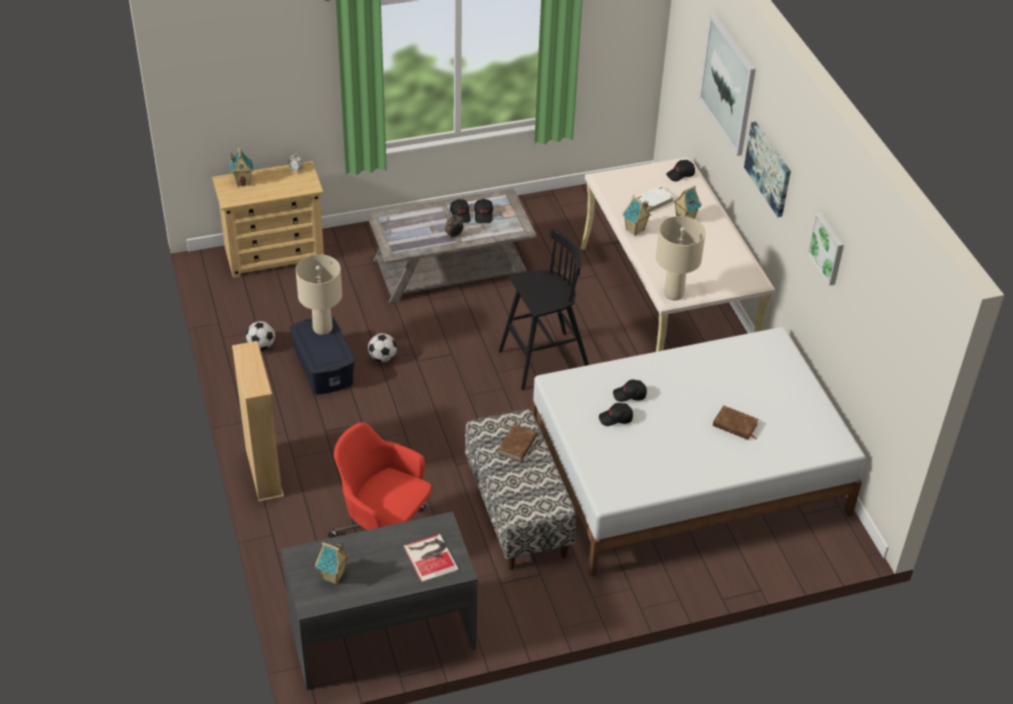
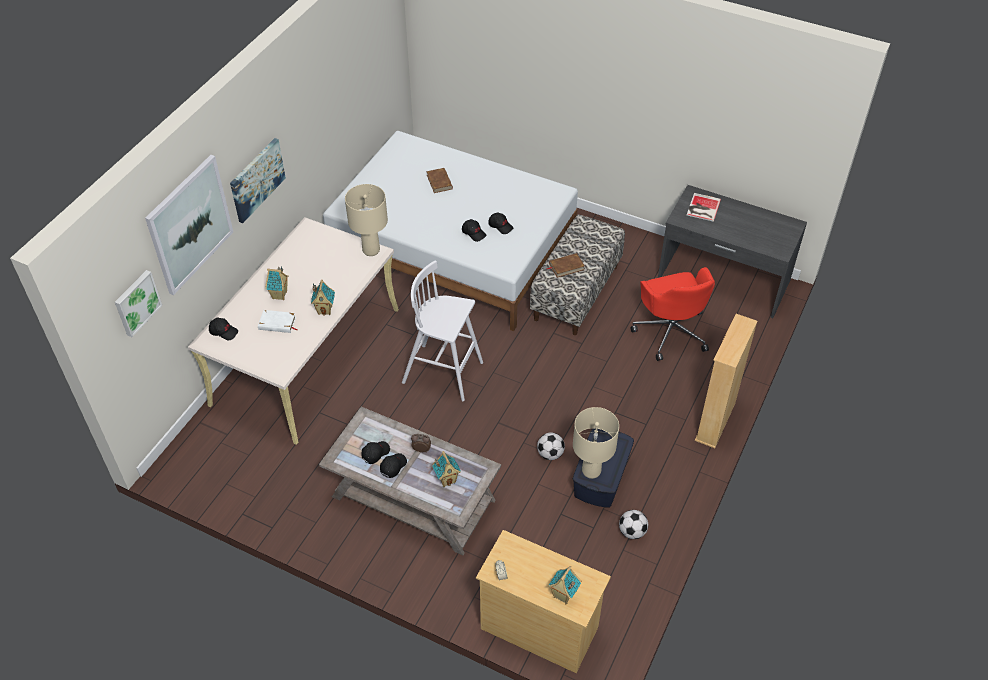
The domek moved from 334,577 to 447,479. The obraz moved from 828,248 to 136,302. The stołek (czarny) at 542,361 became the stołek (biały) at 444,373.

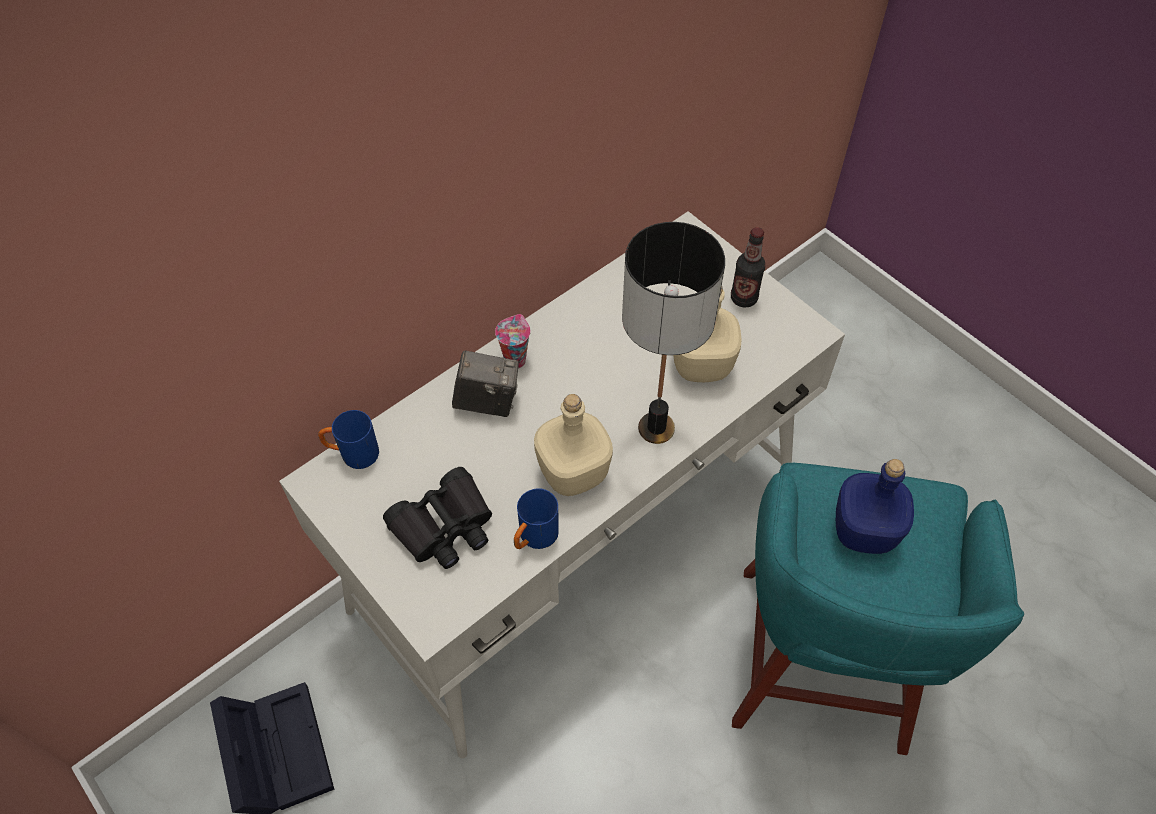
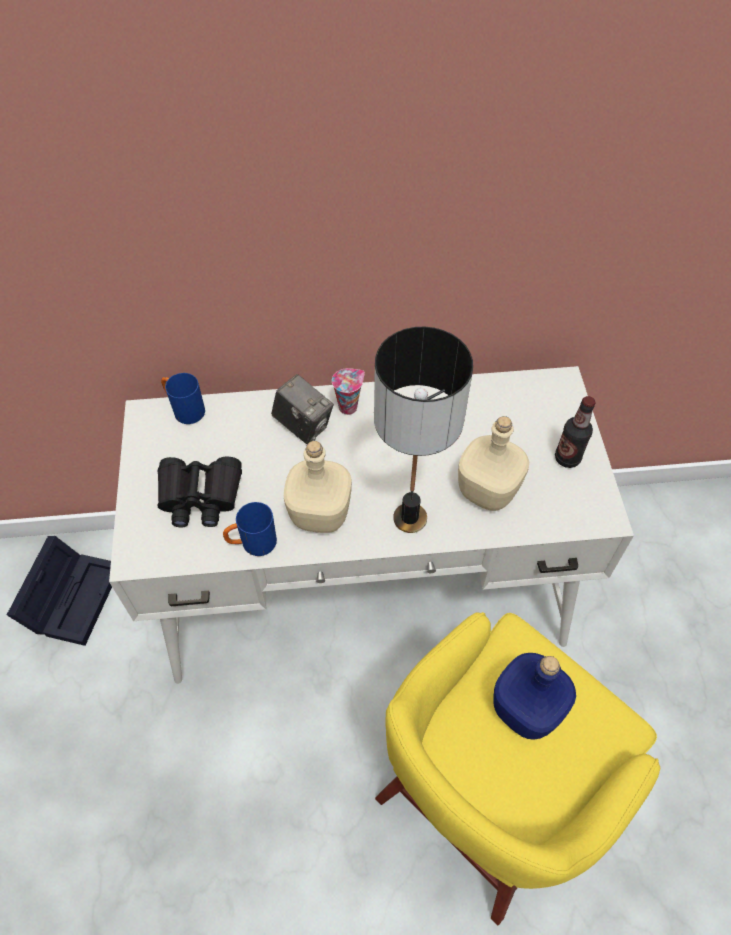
The stołek (turkusowy) at 820,665 became the stołek (żółty) at 480,802.

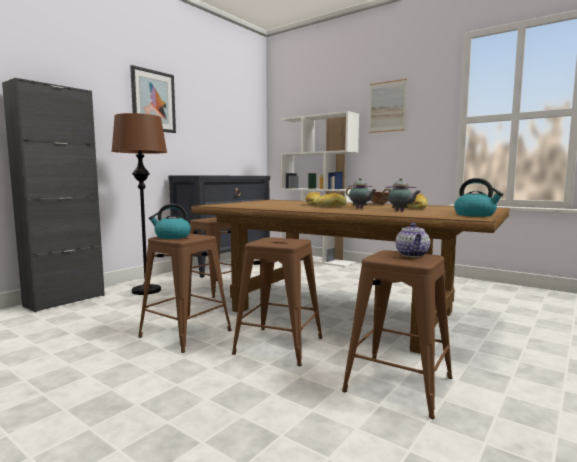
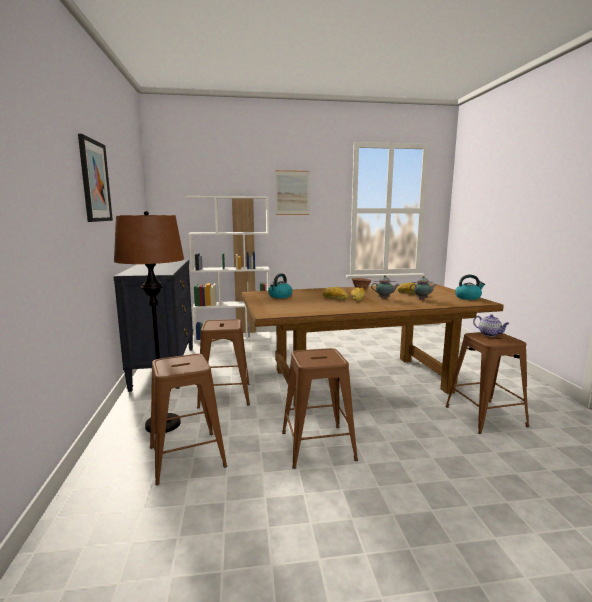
The szafka (czarny) at 65,300 disappeared. The czajnik moved from 172,237 to 280,296. The stołek (brązowy) moved from 279,345 to 187,456.

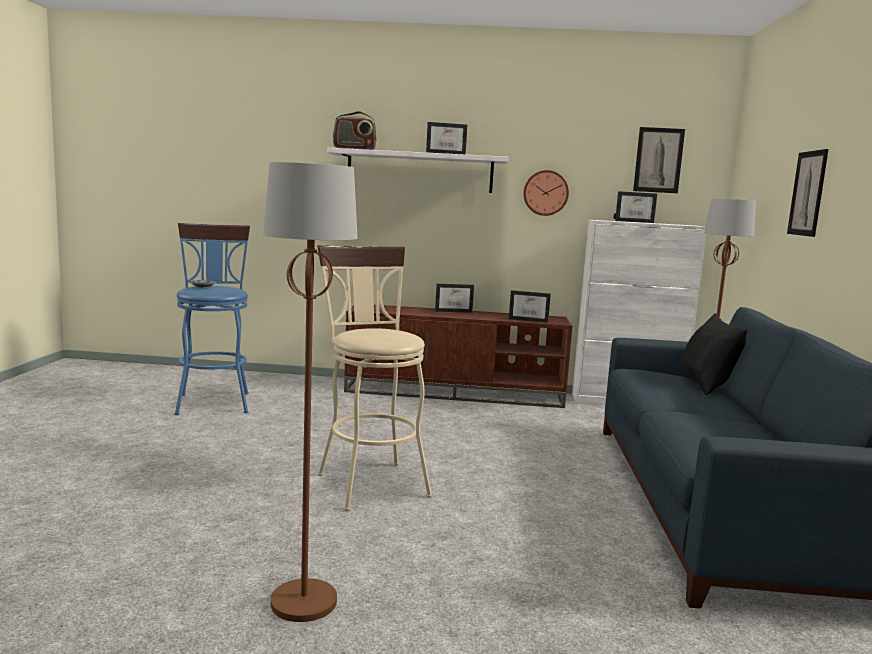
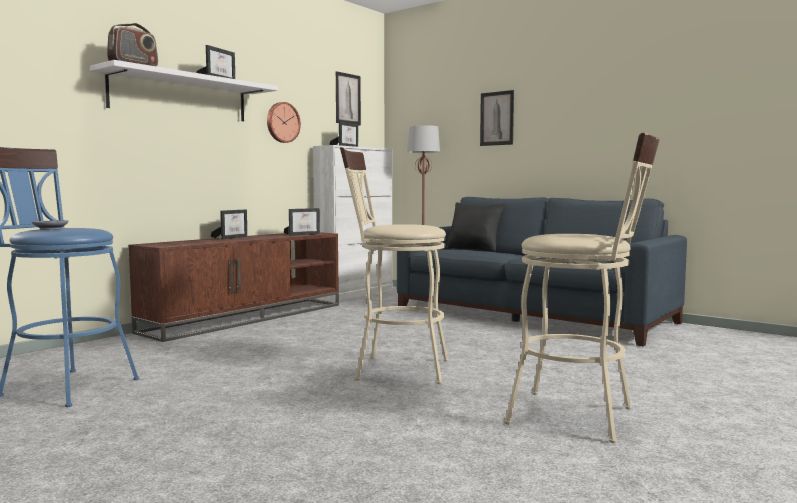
The lampa stojąca (brązowy) at 303,602 was replaced by the stołek (beżowy) at 582,417.

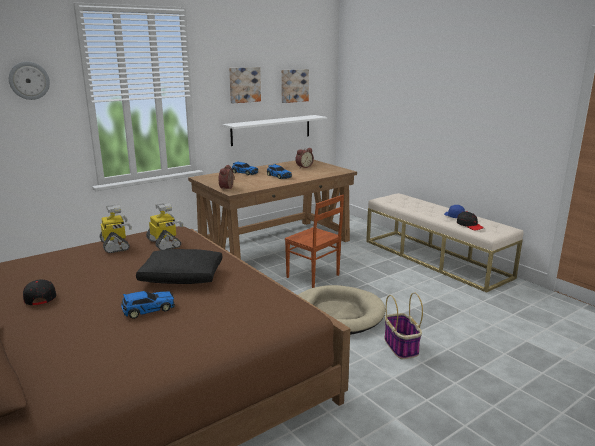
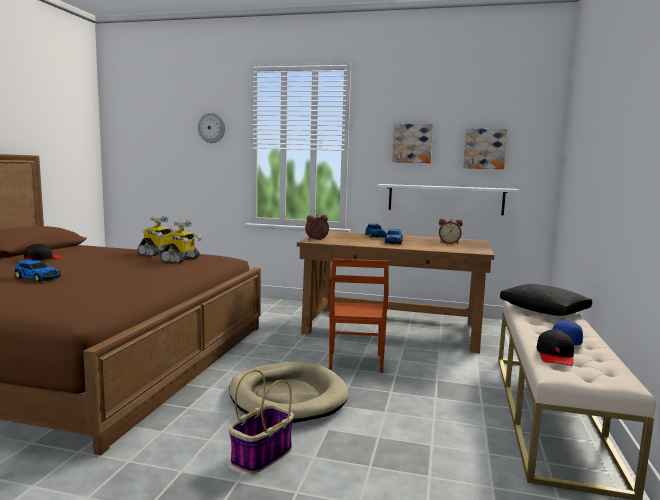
The poduszka (czarny) moved from 182,277 to 544,310.

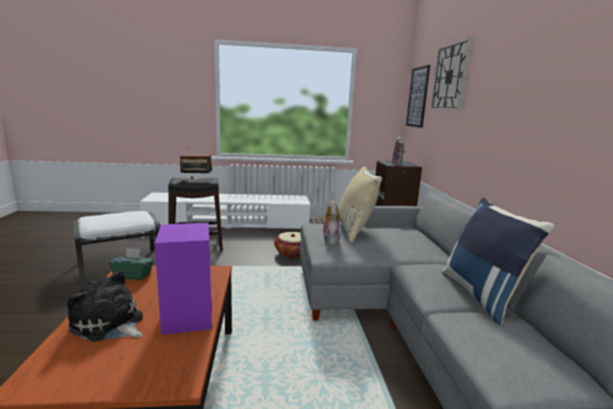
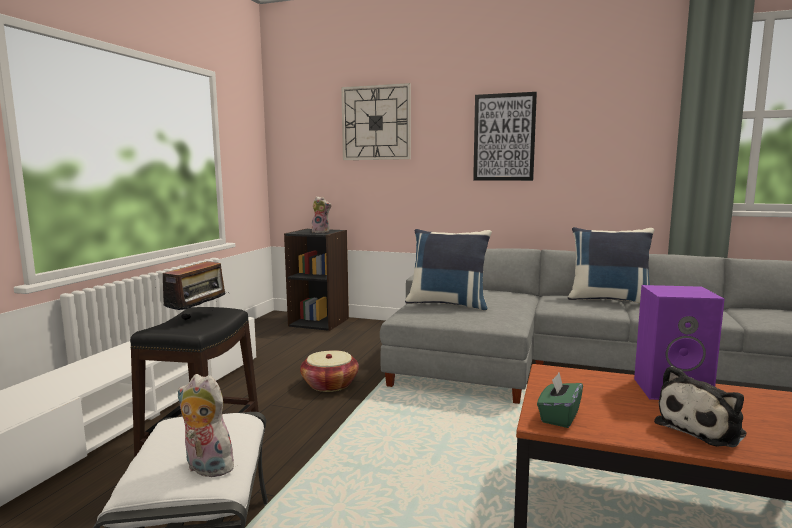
The pluszak moved from 329,241 to 206,468. The obraz moved from 418,97 to 504,137. The poduszka (beżowy) at 355,231 became the poduszka (niebieski) at 448,304.

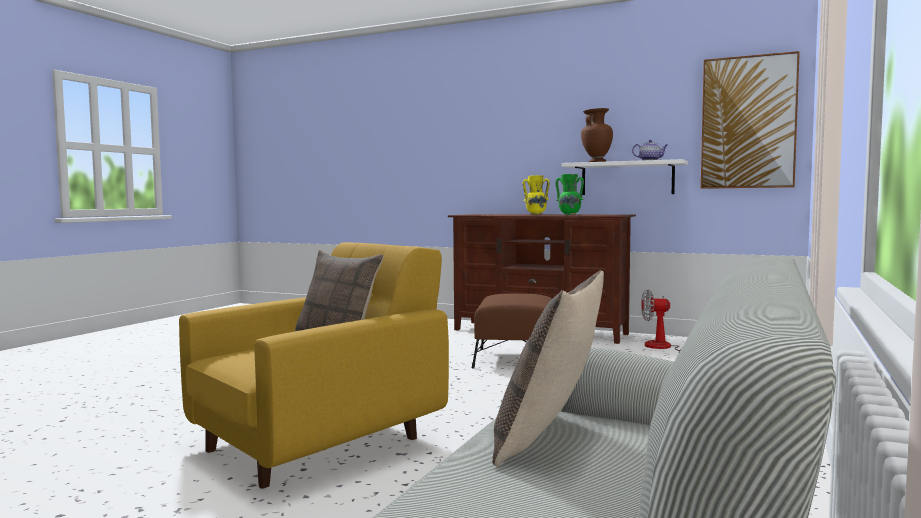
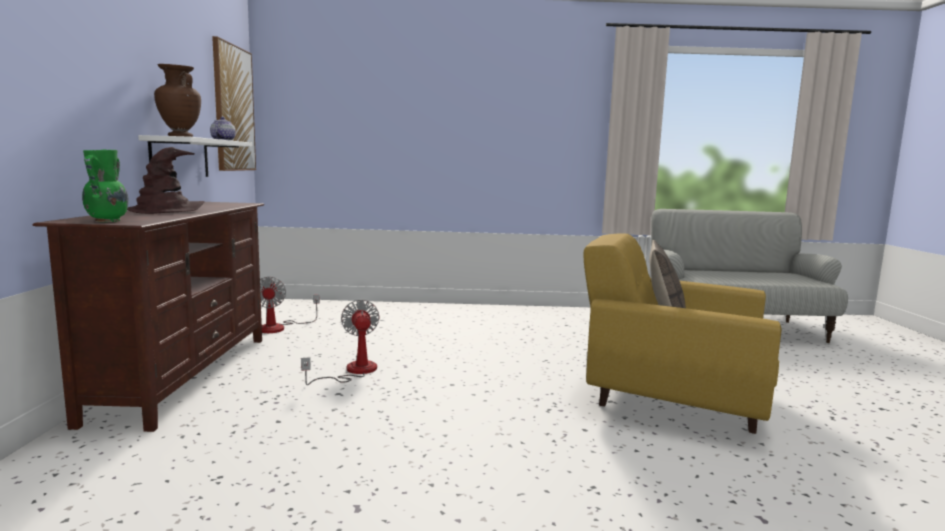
The poduszka at 550,439 disappeared. The wazon (zielony) moved from 569,215 to 107,221. The pufa (brązowy) at 517,359 was replaced by the wentylator at 352,371. The wazon (żółty) at 535,214 was replaced by the kapelusz (brązowy) at 166,211.

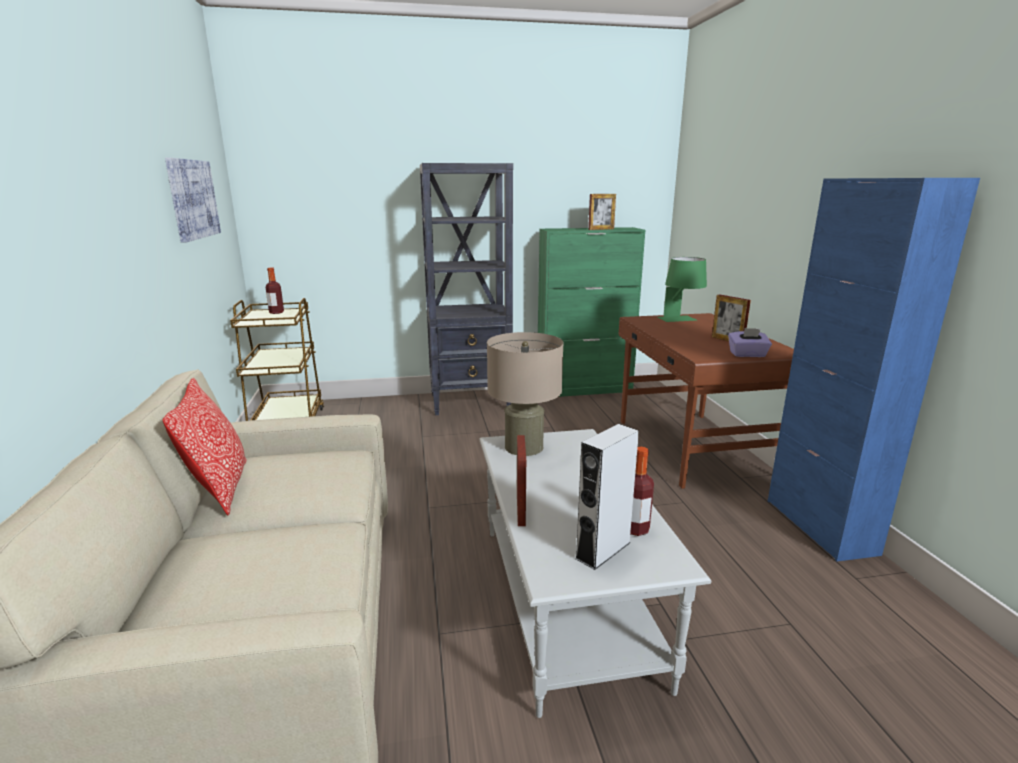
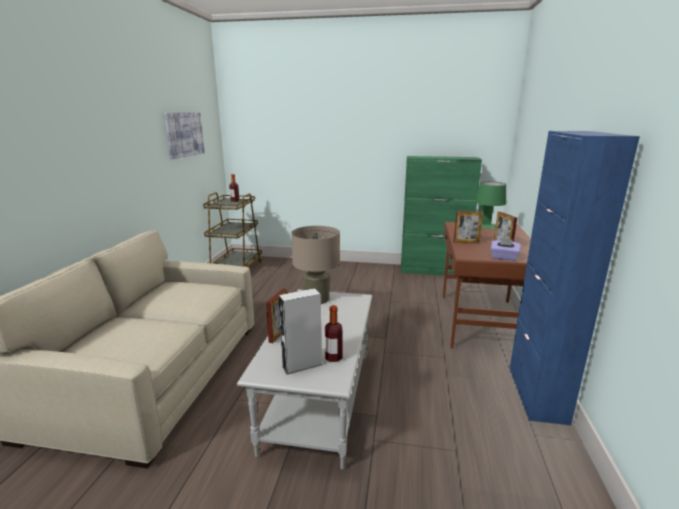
The poduszka at 220,488 disappeared. The regał (czarny) at 471,402 disappeared. The ramka na zdjęcie moved from 601,229 to 466,242.

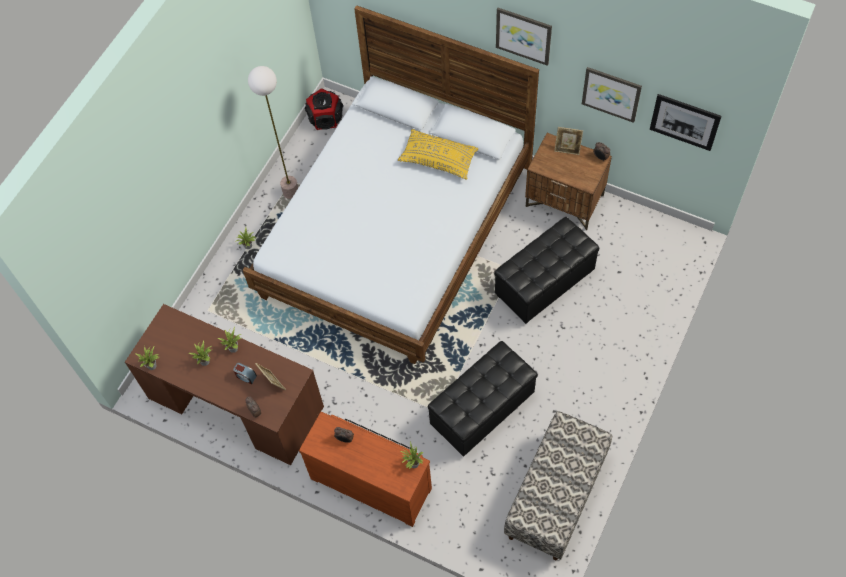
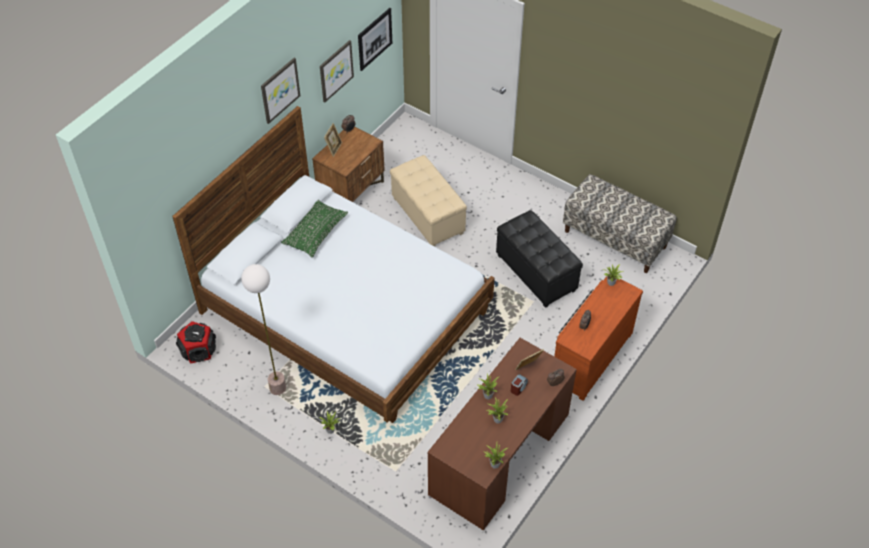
The poduszka (żółty) at 439,159 became the poduszka (zielony) at 315,233. The pufa (czarny) at 544,283 became the pufa (beżowy) at 427,216.

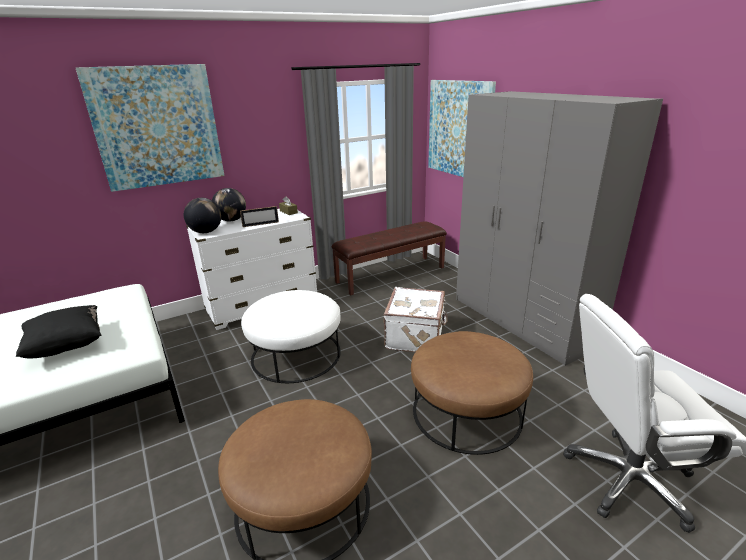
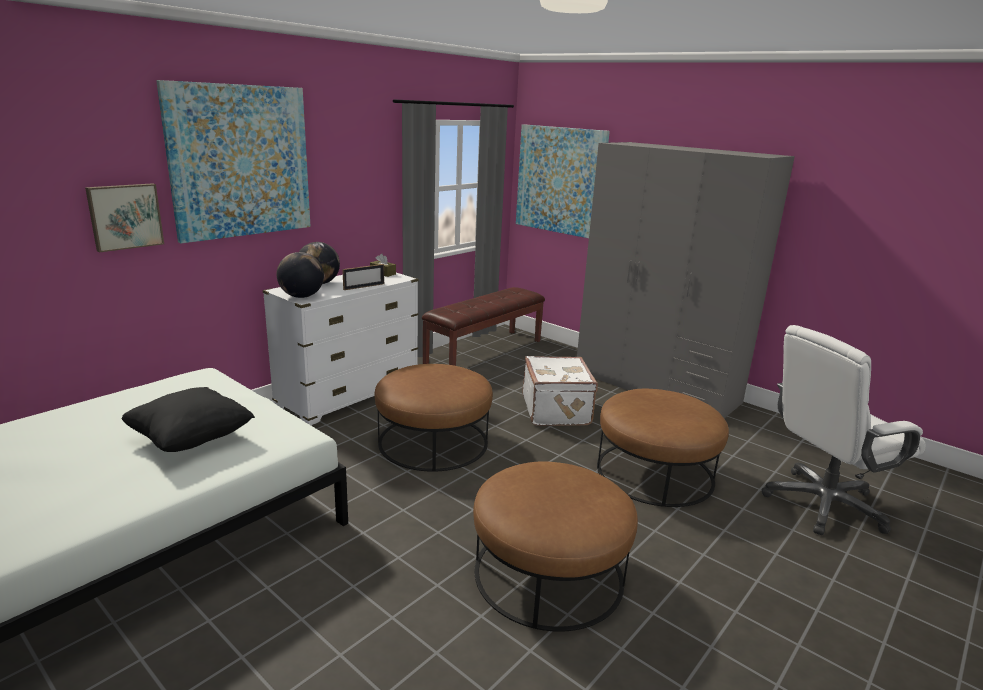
The obraz at 125,216 appeared. The pufa (biały) at 296,354 became the pufa (brązowy) at 433,441.

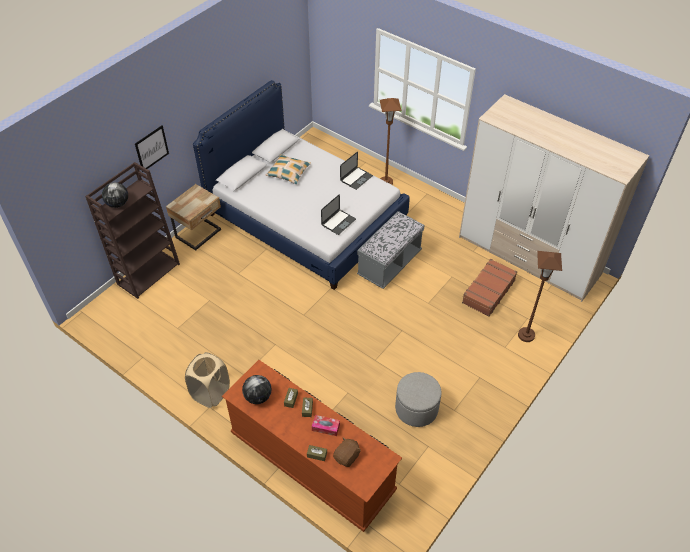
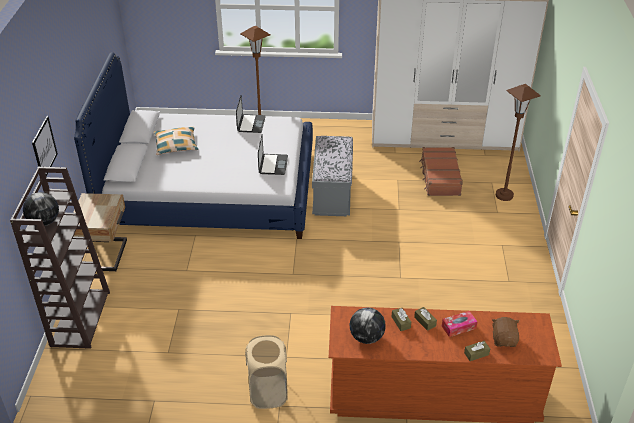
The pufa (szary) at 416,408 disappeared.

